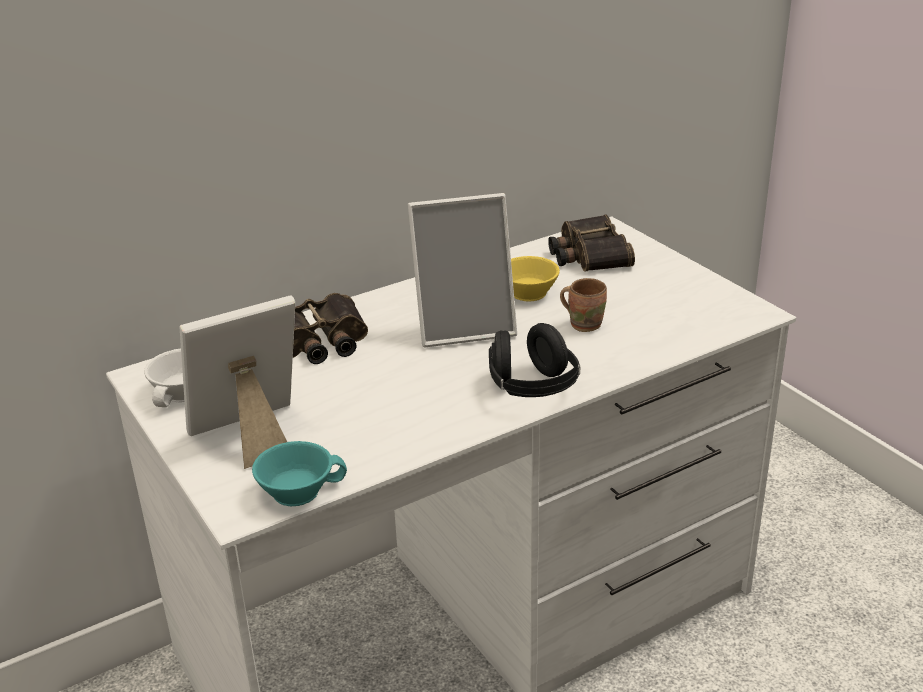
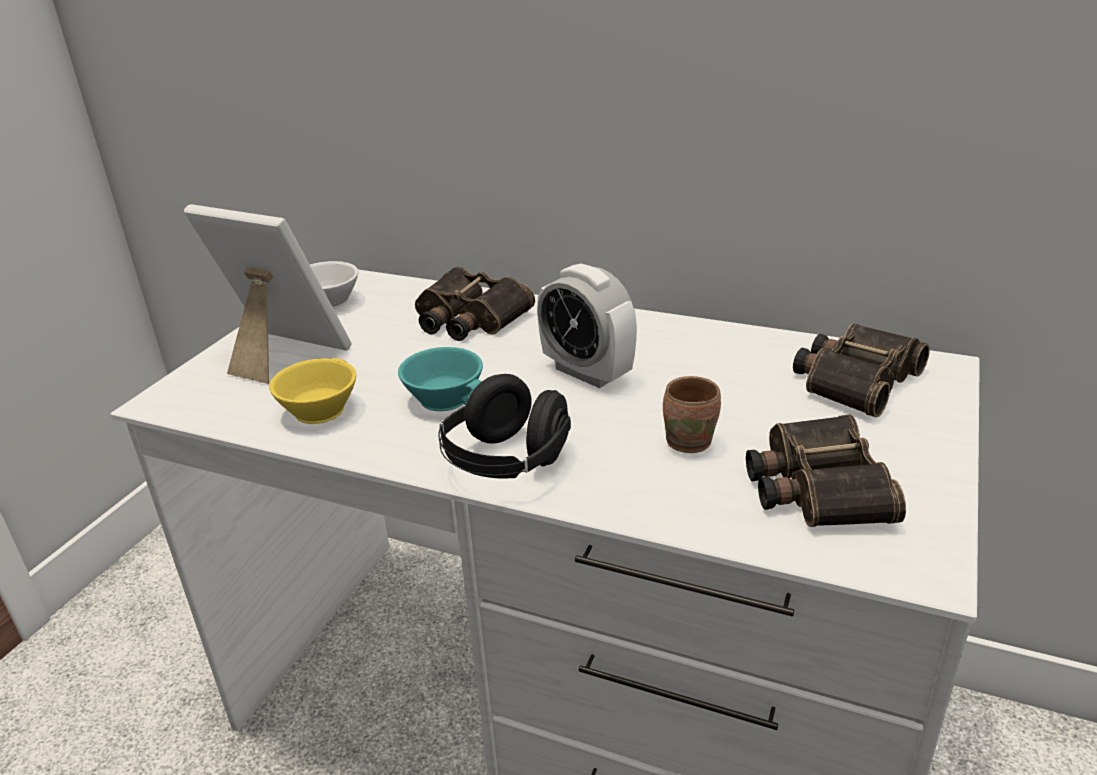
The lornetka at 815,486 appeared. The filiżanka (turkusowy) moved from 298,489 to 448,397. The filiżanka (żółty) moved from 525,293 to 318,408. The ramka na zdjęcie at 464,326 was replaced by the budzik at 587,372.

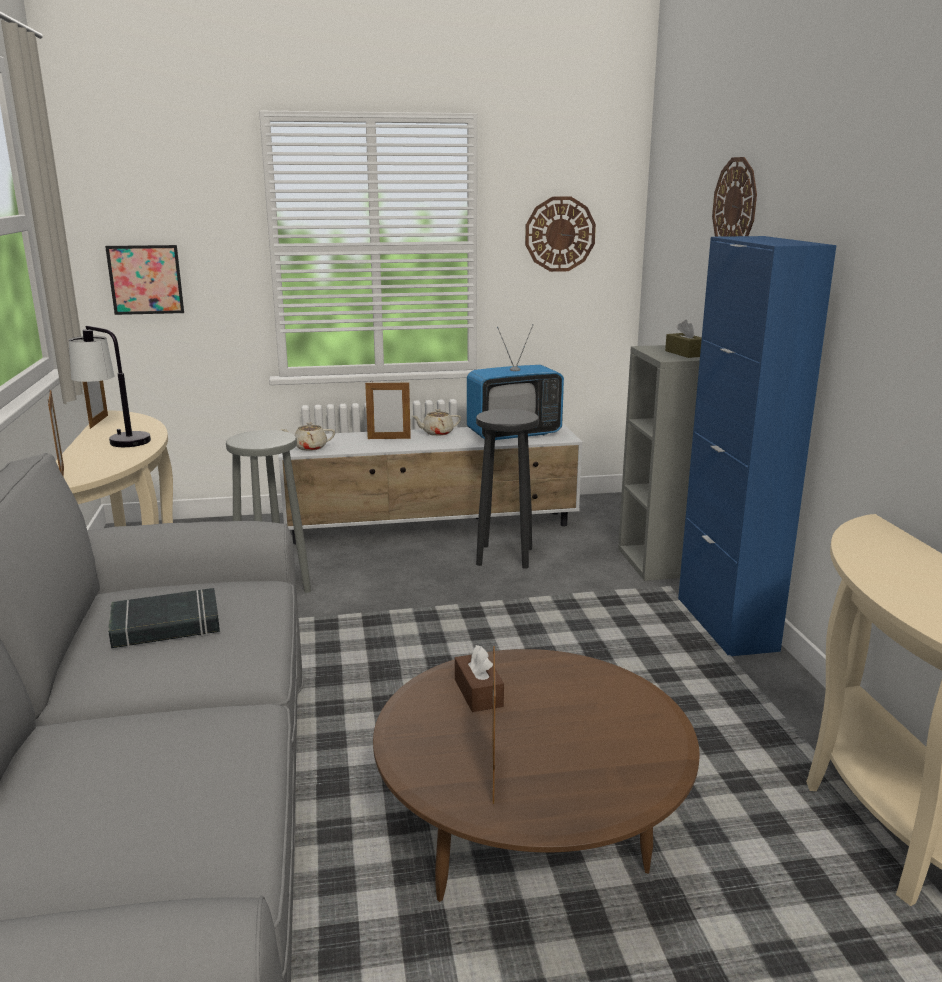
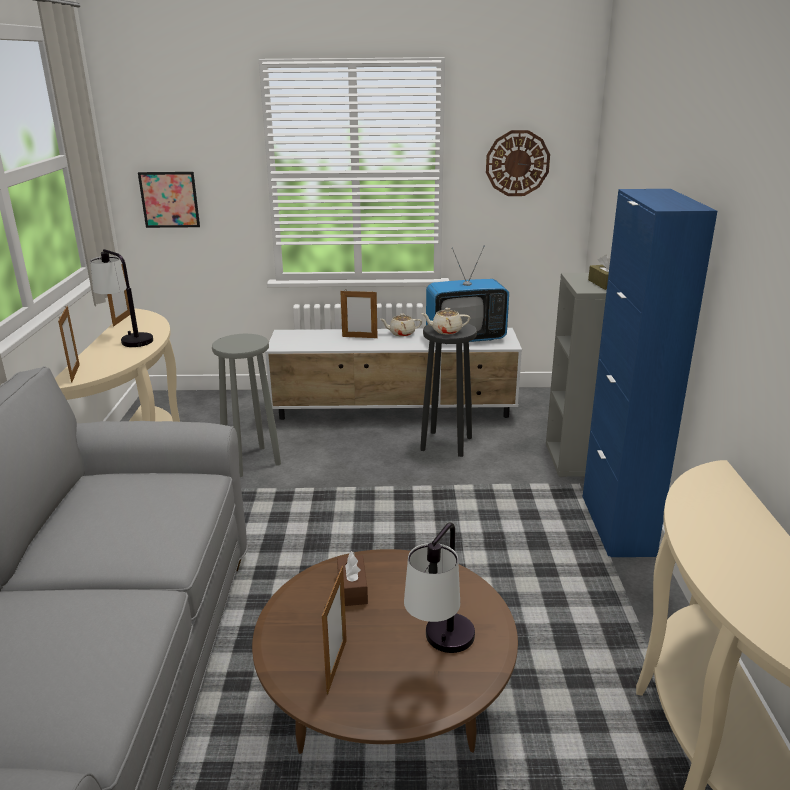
The książka (czarny) at 166,626 disappeared. The zegar ścienny at 735,205 disappeared. The lampa stołowa at 441,651 appeared. The imbryk (beżowy) moved from 309,447 to 446,331.

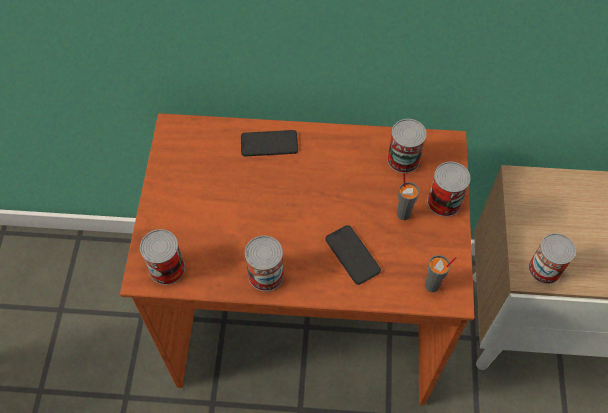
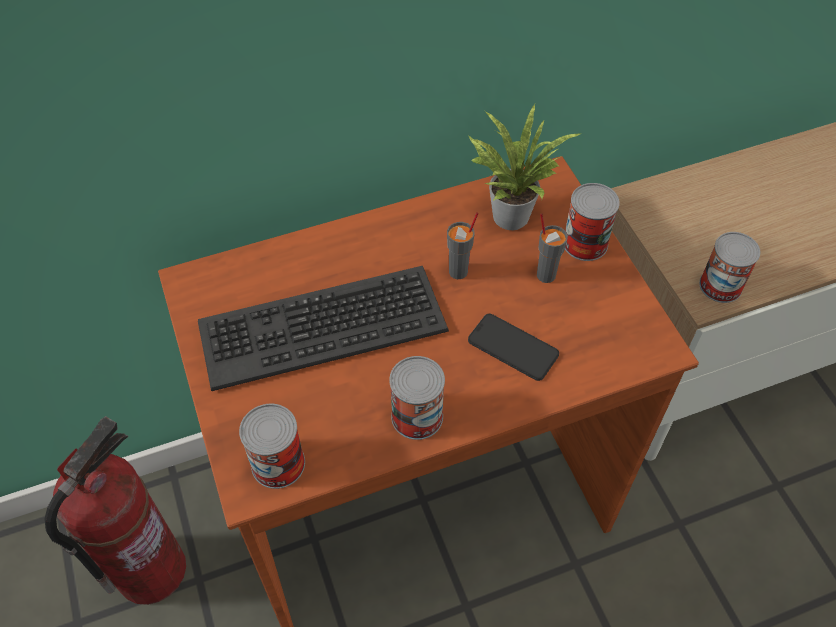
The telefon at 269,144 disappeared. The gaśnica at 151,570 appeared. The klawiatura at 322,326 appeared. The filiżanka (szary) moved from 432,285 to 459,272. The puszka at 403,159 was replaced by the roślina doniczkowa at 509,212.

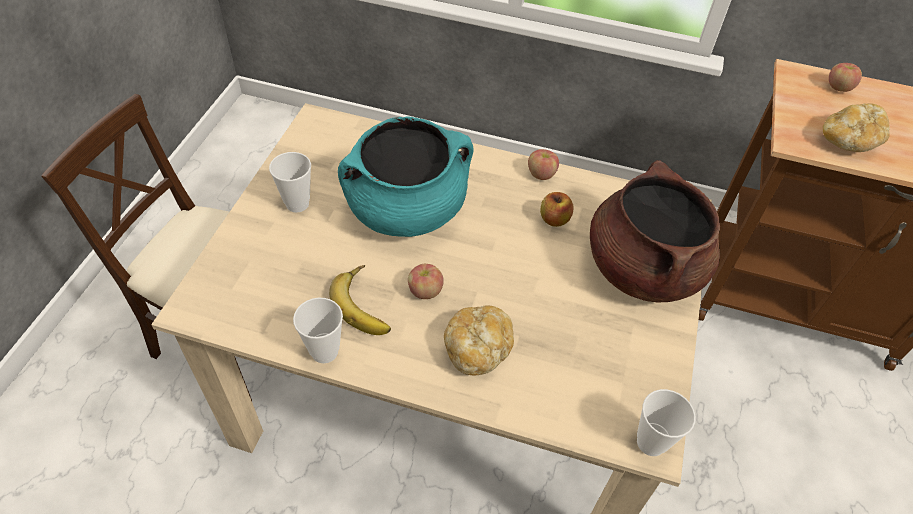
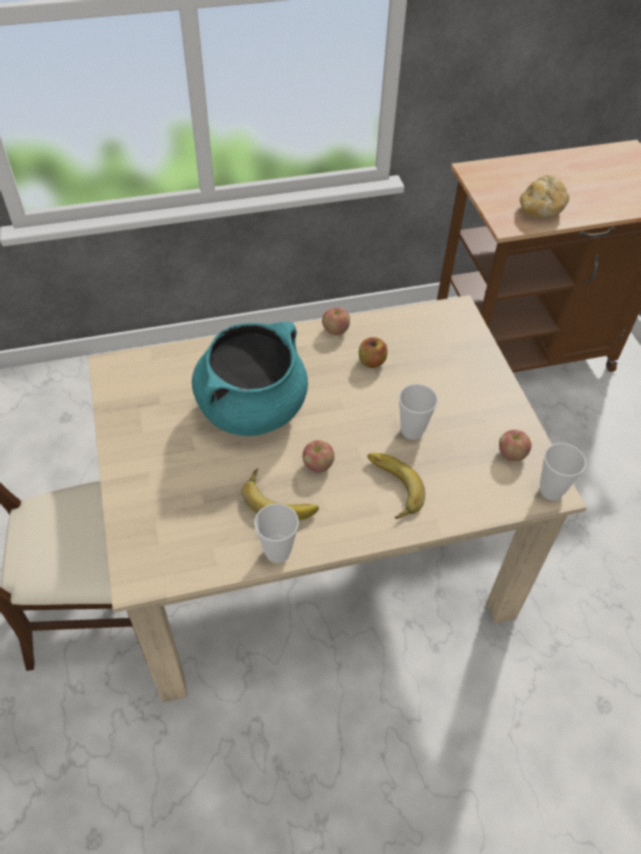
The garnek (brązowy) at 642,268 disappeared. The filiżanka moved from 297,204 to 412,431. The jabłko moved from 838,87 to 511,454. The chleb at 478,348 was replaced by the banan at 390,488.

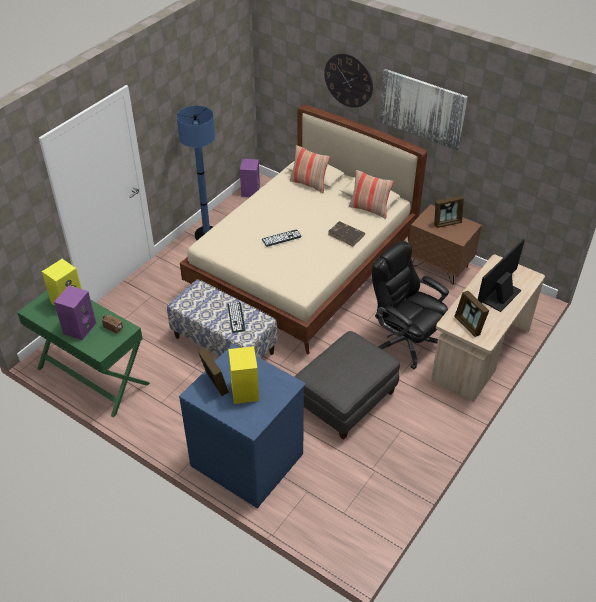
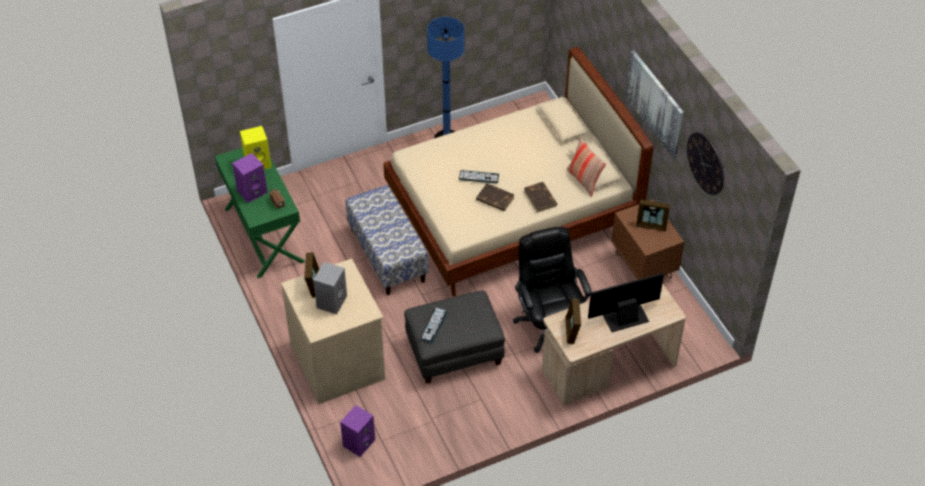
The poduszka at 309,184 disappeared. The książka (brązowy) at 494,199 appeared. The klawiatura moved from 236,317 to 434,325. The głośnik (fioletowy) moved from 250,191 to 359,442. The zegar ścienny moved from 348,80 to 706,163. The komoda (niebieski) at 248,458 became the komoda (beżowy) at 339,362. The głośnik (żółty) at 244,390 became the głośnik (szary) at 331,301.

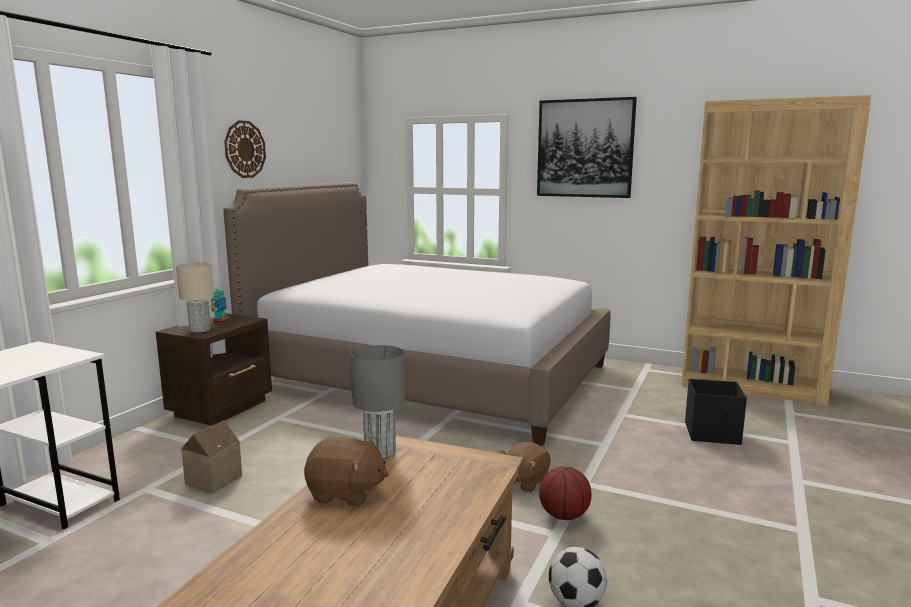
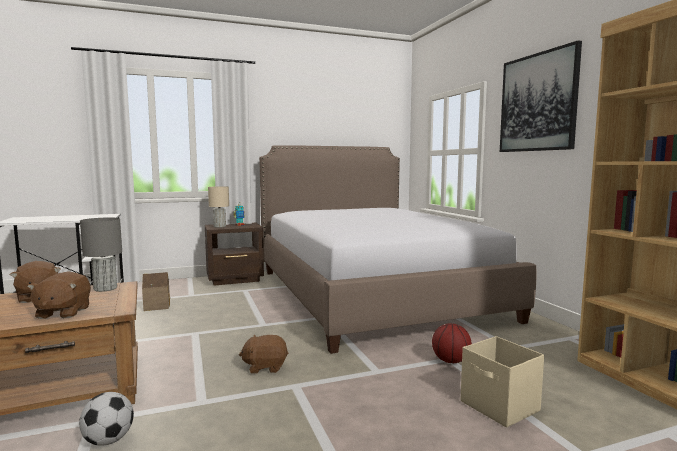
The zegar ścienny at 244,149 disappeared. The pluszak (brązowy) at 62,313 appeared. The piłka do koszykówki moved from 564,516 to 451,361. The pojemnik do przechowywania (czarny) at 713,434 became the pojemnik do przechowywania (beżowy) at 500,407.

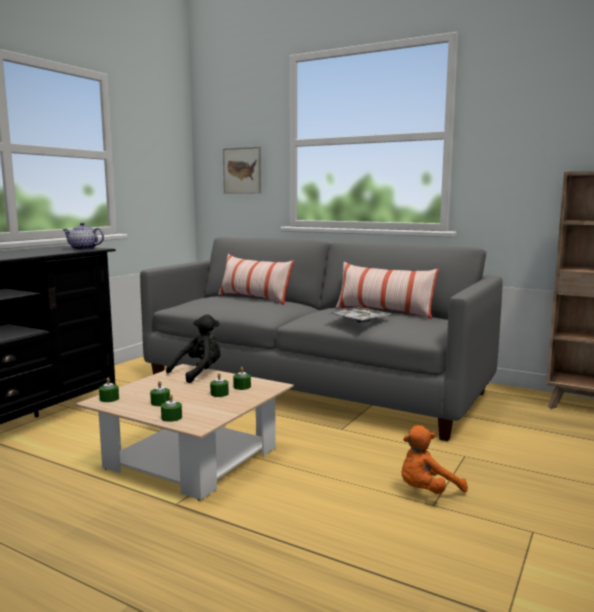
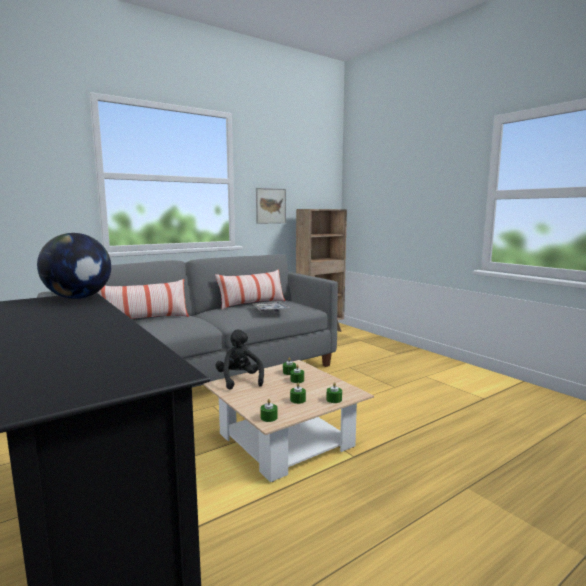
The pluszak (pomarańczowy) at 427,491 disappeared. The obraz moved from 242,170 to 270,206. The imbryk at 83,249 was replaced by the globus at 78,298.

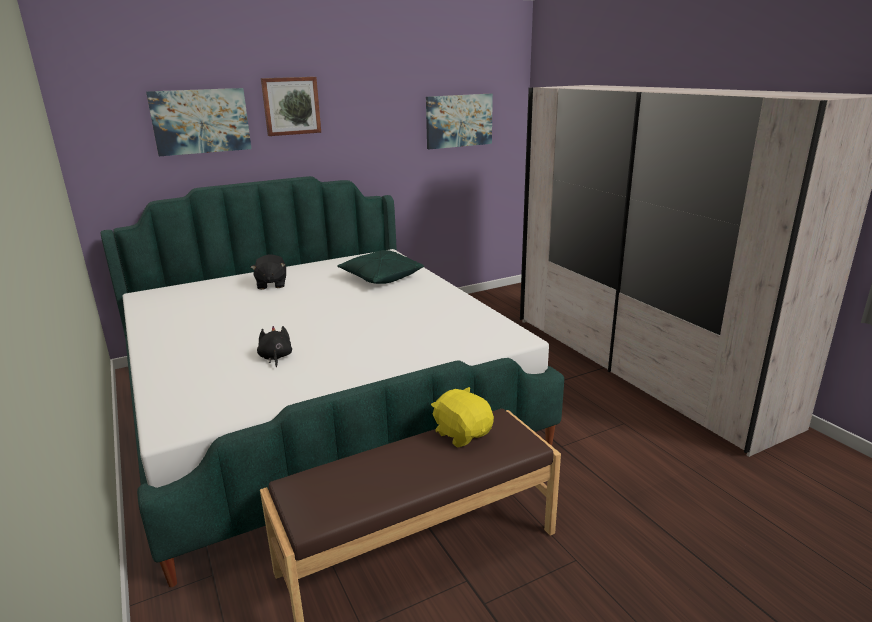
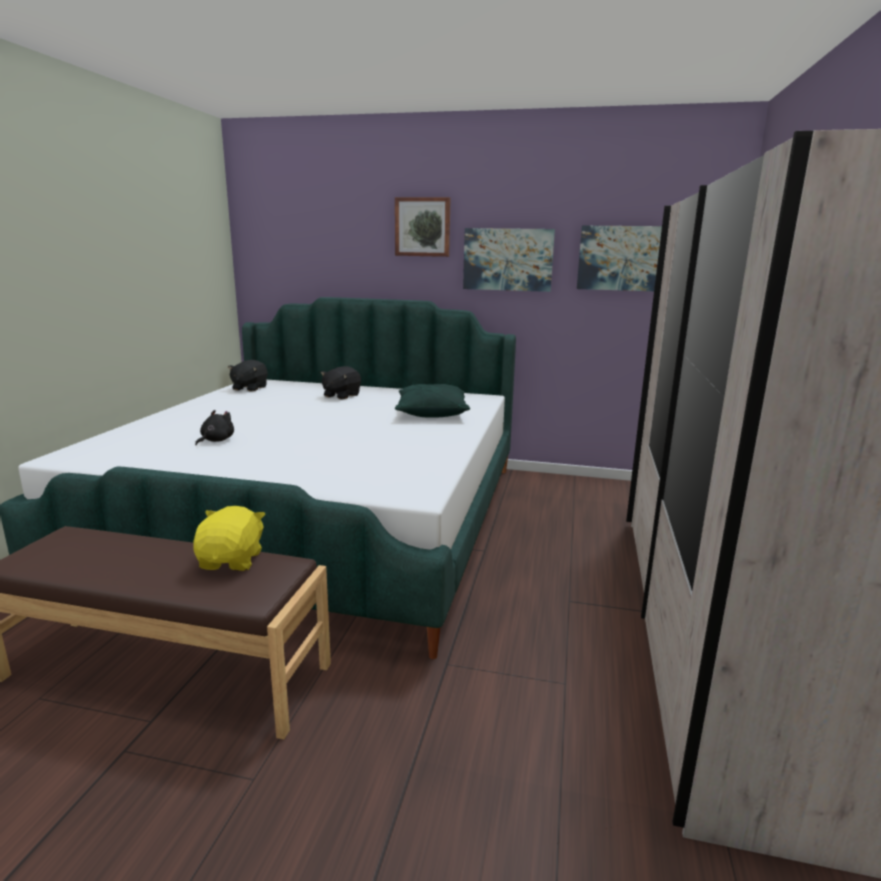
The pluszak (czarny) at 249,388 appeared. The obraz moved from 200,121 to 508,259.

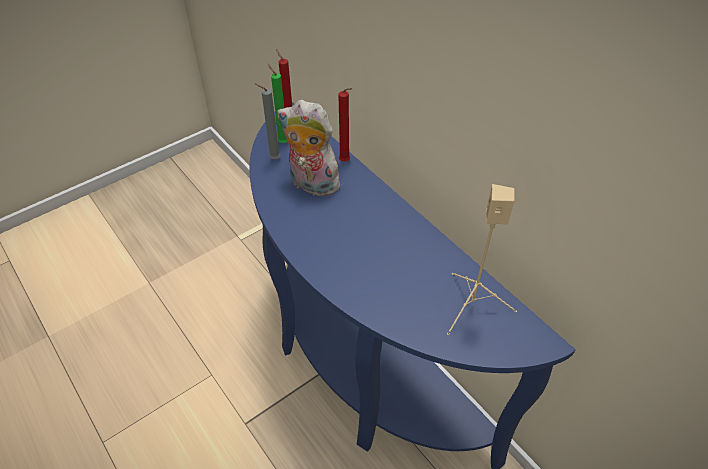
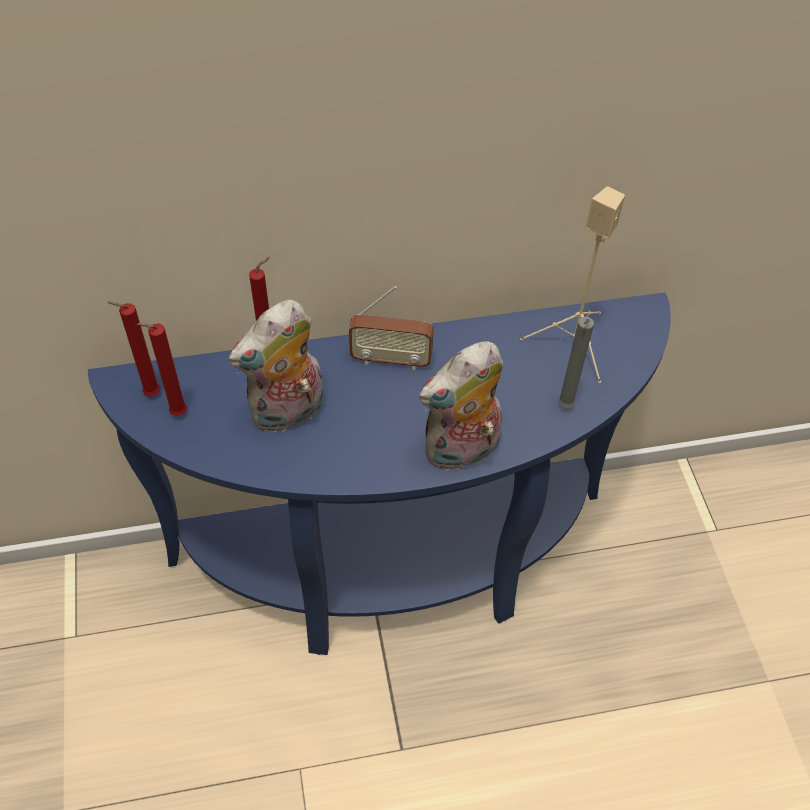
The radio at 391,360 appeared. The pluszak at 461,452 appeared. The świeca (szary) moved from 273,159 to 564,408. The świeca (zielony) at 282,142 became the świeca (czerwony) at 176,414.

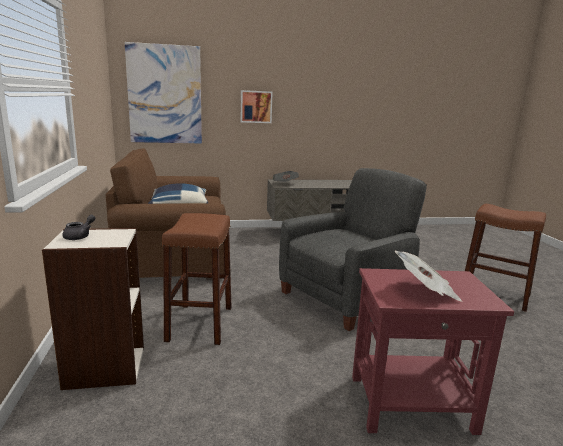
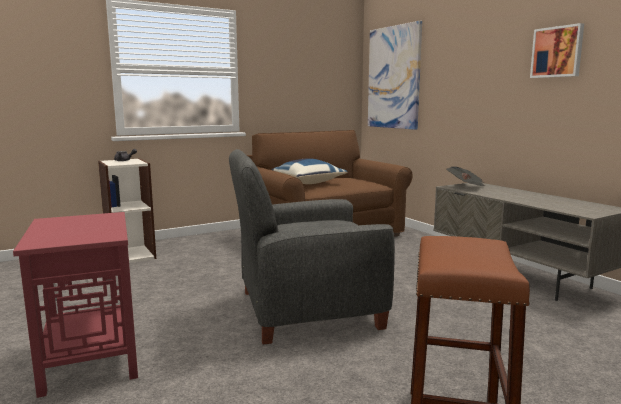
The stołek (brązowy) at 200,323 disappeared. The gazeta at 426,292 disappeared. The obraz moved from 256,106 to 557,52. The fotel (szary) at 346,297 turned 135 degrees clockwise.

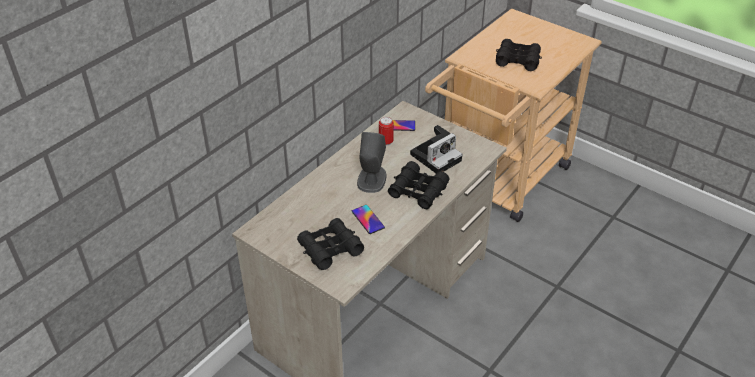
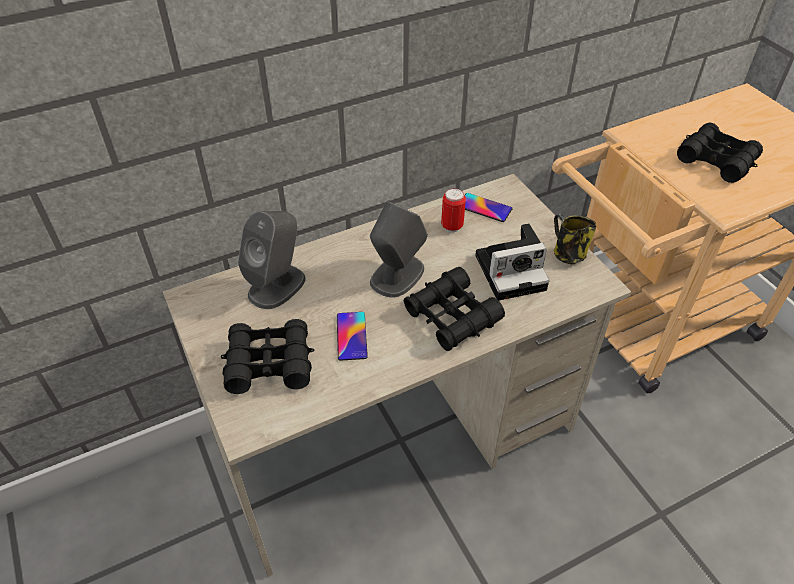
The głośnik (szary) at 277,285 appeared. The kubek at 567,254 appeared.

